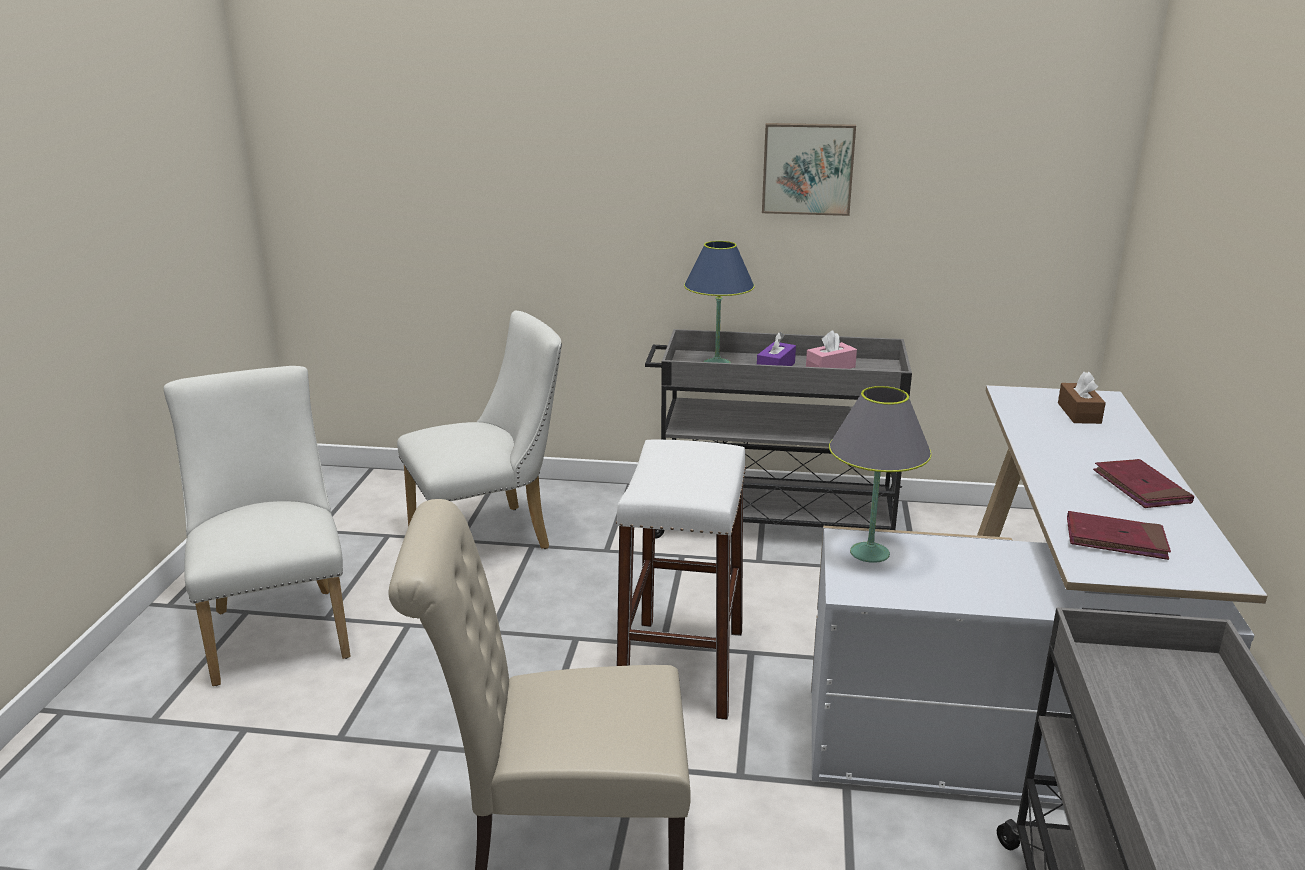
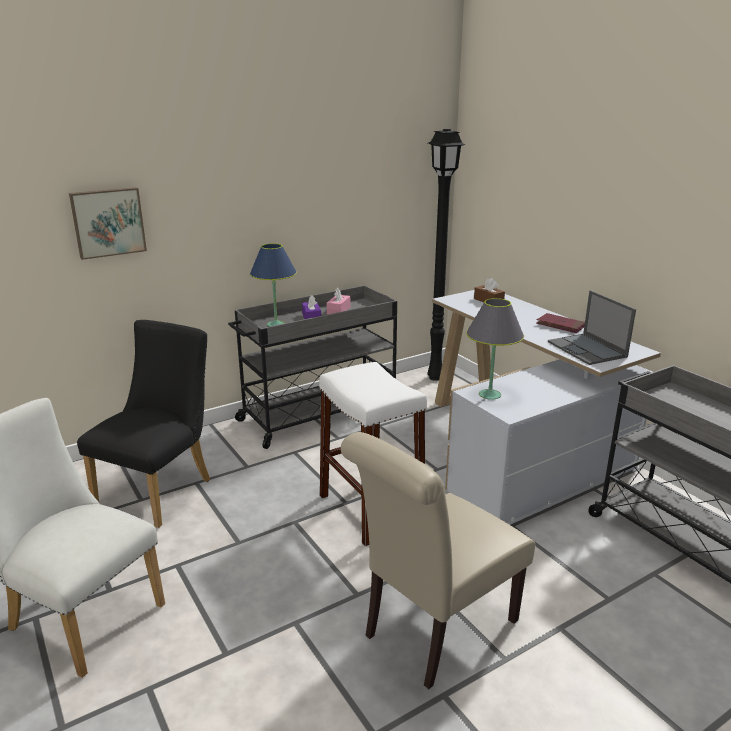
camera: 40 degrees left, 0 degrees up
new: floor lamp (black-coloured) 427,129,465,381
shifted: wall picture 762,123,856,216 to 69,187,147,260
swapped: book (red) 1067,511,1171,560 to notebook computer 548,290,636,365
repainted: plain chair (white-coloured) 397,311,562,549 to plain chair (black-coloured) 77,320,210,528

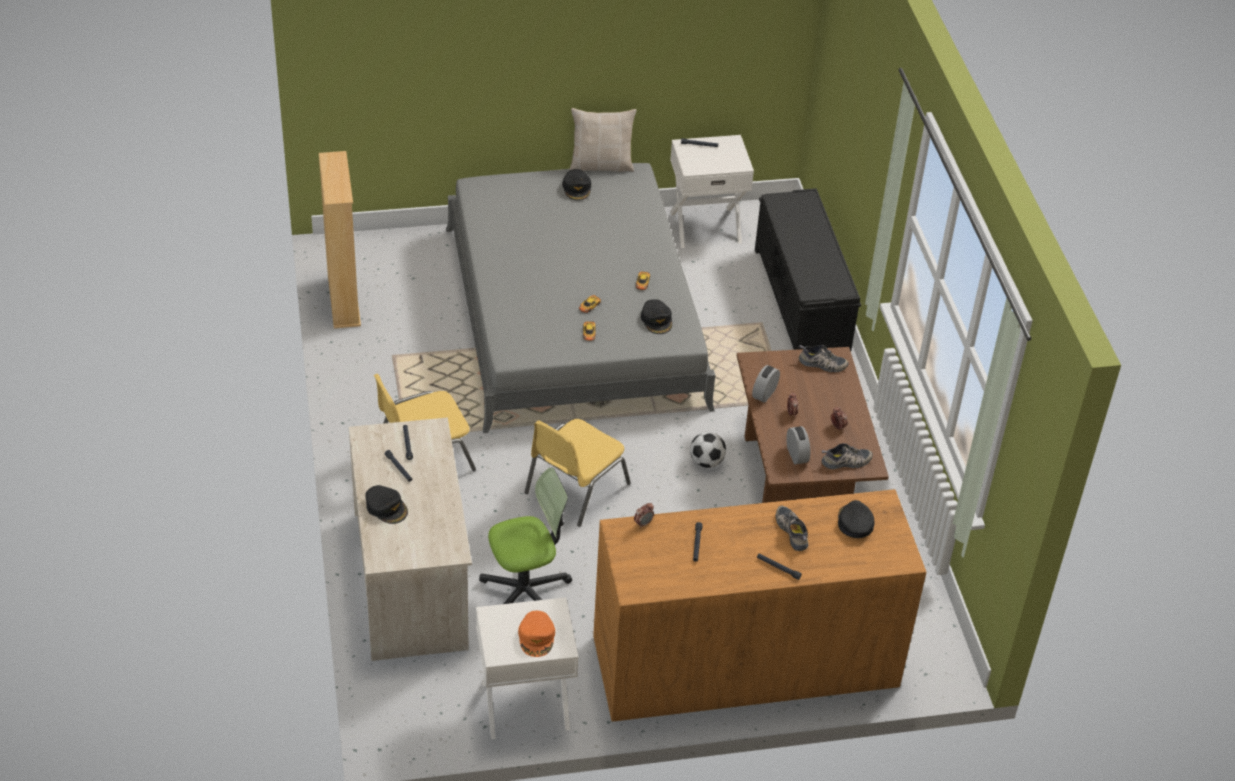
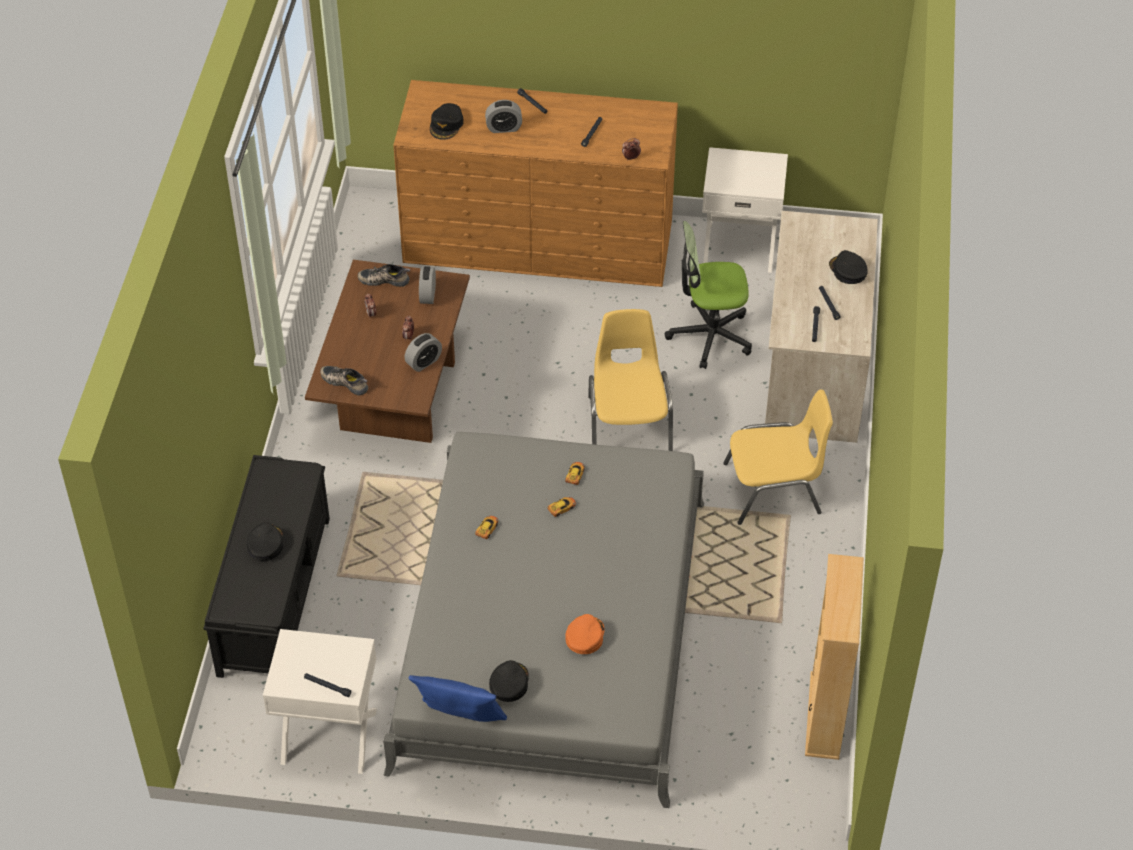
camera: 160 degrees left, 5 degrees up
gone: ball for football 690,432,726,468
shifted: baseball cap (orangey) 518,611,555,657 to 566,614,604,654; baseball cap (black-coloured) 641,299,672,334 to 246,522,284,561
swapped: shoe 776,505,808,551 to bedside clock 485,100,522,133
repainted: cushion (sand-coloured) 570,108,636,172 to cushion (blue-coloured) 409,675,507,722
rotated: plain chair (yellowish) 524,419,631,527 = 588,309,673,451 60 degrees counterclockwise

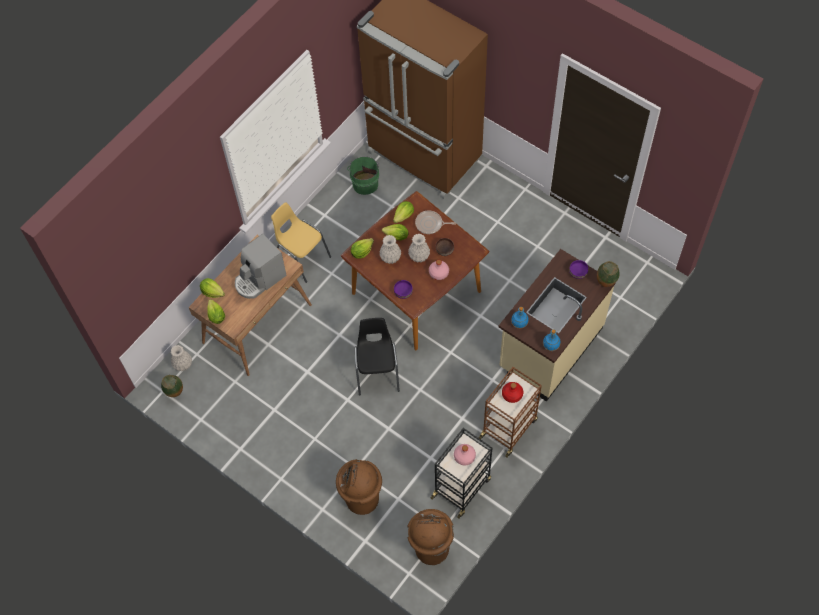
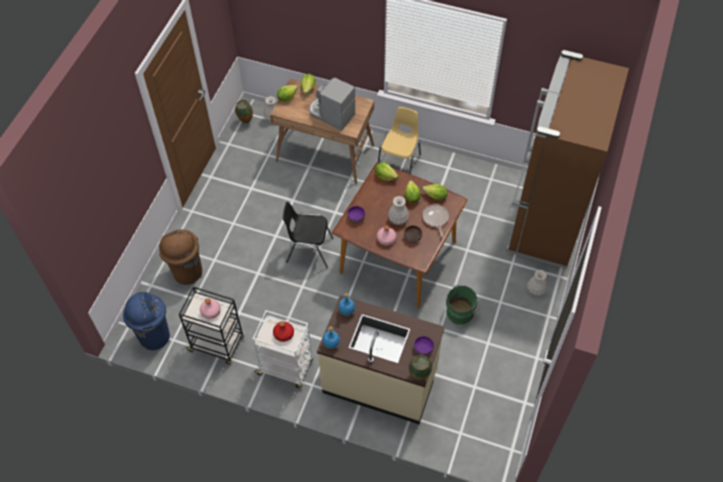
camera: 70 degrees right, 5 degrees down
shifted: water bucket (green) 347,157,379,195 to 446,285,480,325; flower vase (white-coloured) 380,235,401,264 to 527,270,547,296
repainted: trash can (brown) 407,509,454,565 to trash can (blue-coloured) 123,292,170,350; wheeled cart (brown) 479,367,542,458 to wheeled cart (white-coloured) 253,310,314,388
rotated: plain chair (black-coloured) 355,318,400,395 = 283,202,333,268 150 degrees counterclockwise

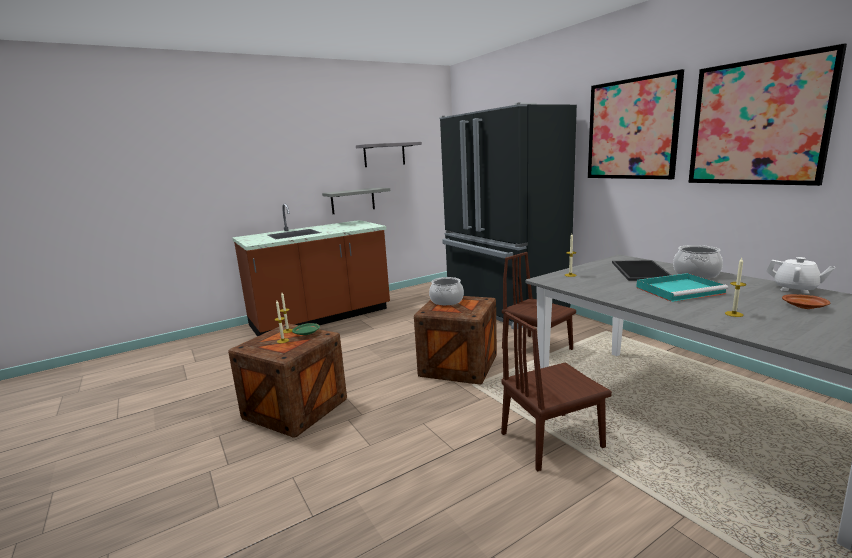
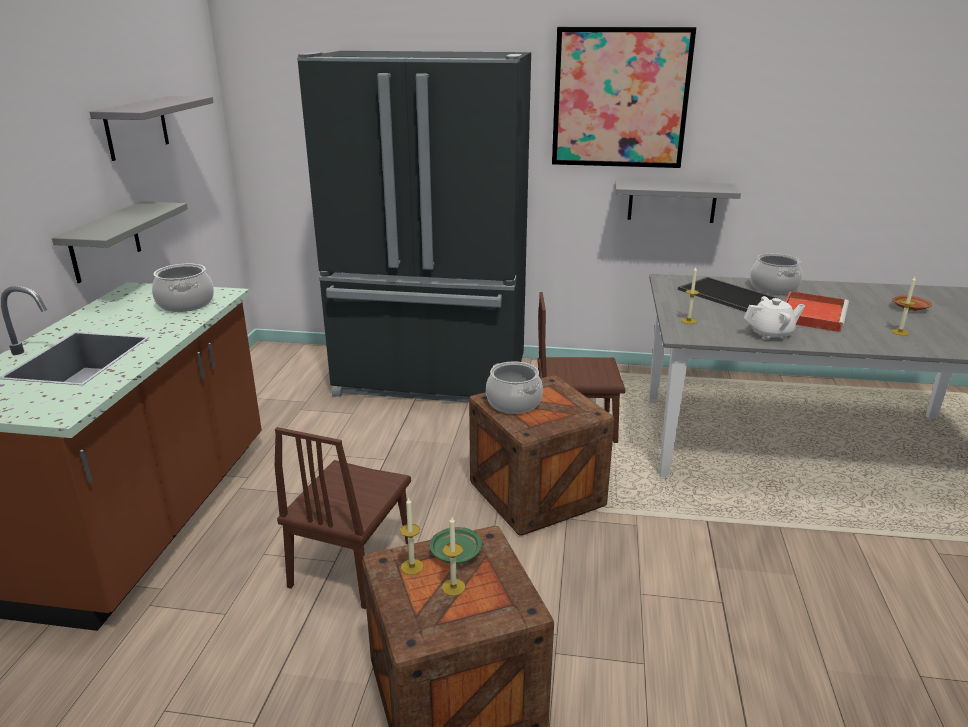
camera: 50 degrees left, 10 degrees up
gone: wall picture 688,43,847,186
new: stockpot 152,264,214,312; shelf (greyish) 615,180,741,223
shifted: plain chair (brown) 501,312,612,471 to 275,427,411,609; pot for tea (white-coloured) 766,257,835,294 to 744,296,805,340
repainted: serving tray (turquoise) 636,273,728,302 to serving tray (red) 785,291,849,332

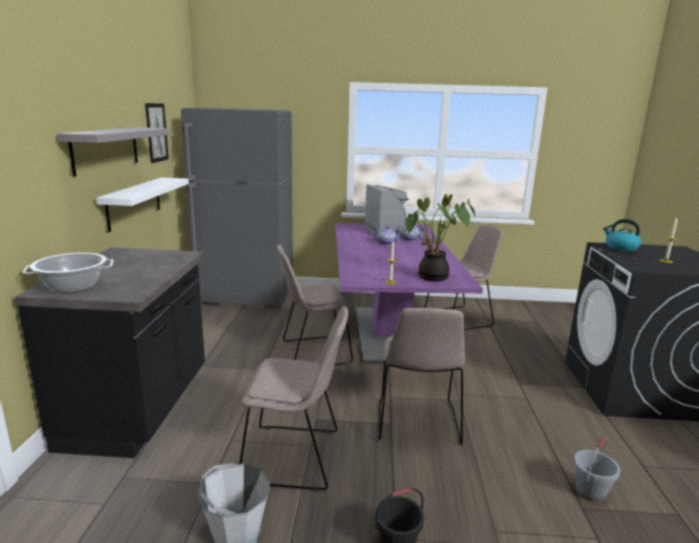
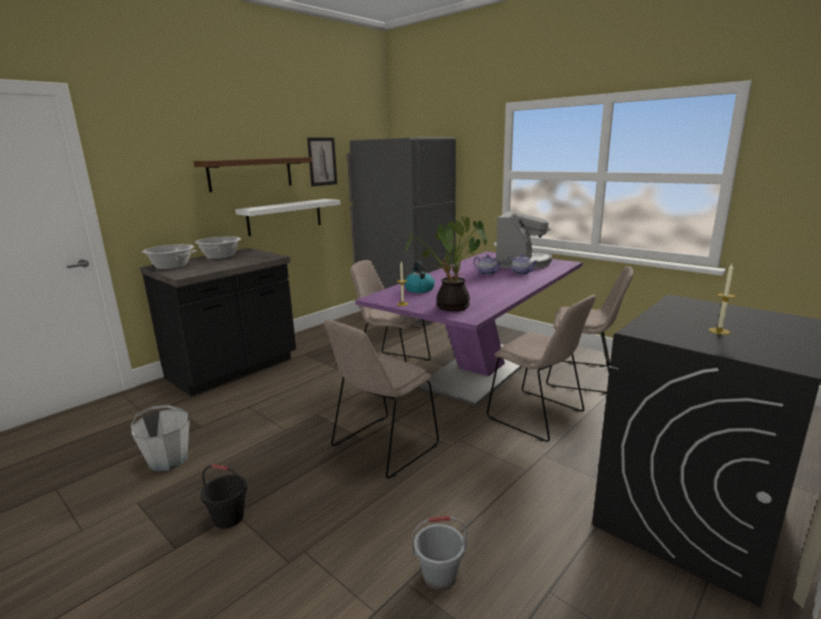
camera: 40 degrees right, 0 degrees up
new: stockpot 195,236,241,259
shifted: plain chair (sand-coloured) 239,306,348,492 to 487,295,596,442; tea kettle 603,219,641,252 to 404,261,435,293
repainted: shelf (greyish) 57,127,170,177 to shelf (brown) 194,157,312,192

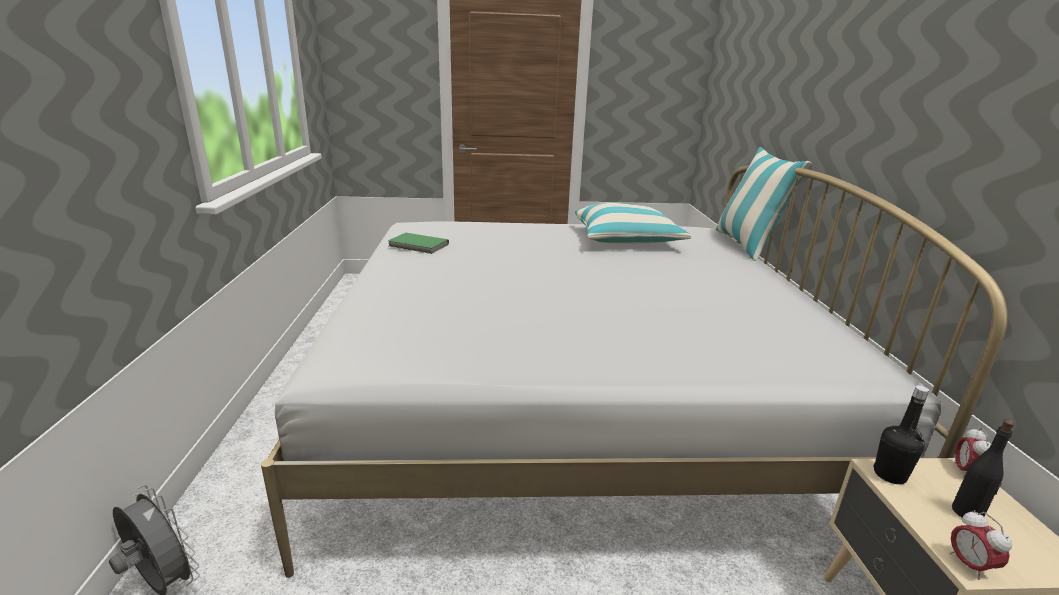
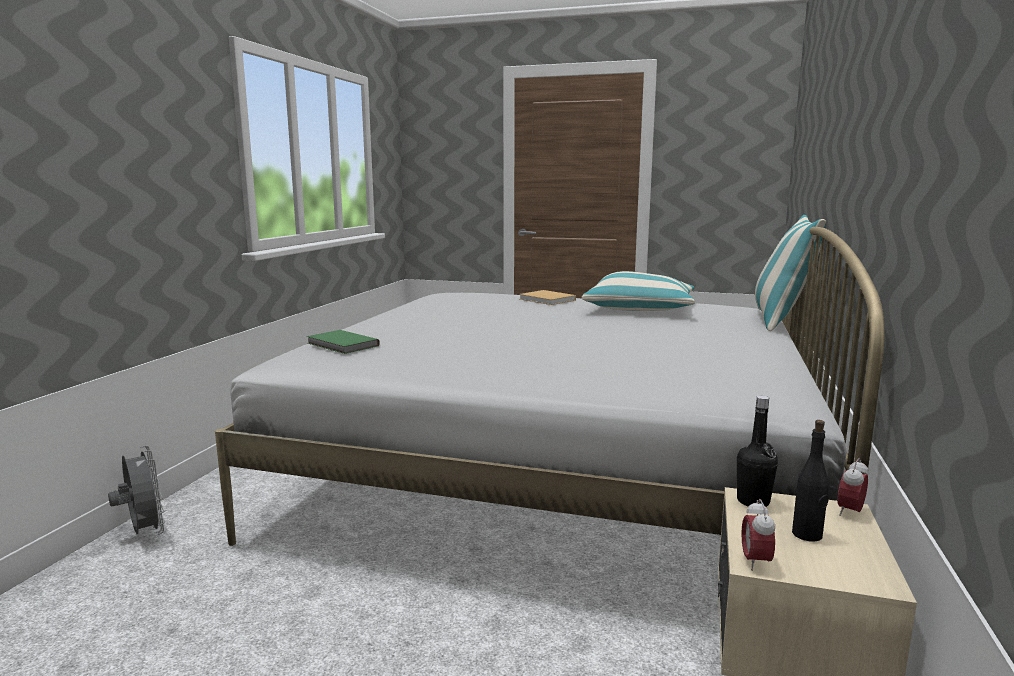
camera: 20 degrees right, 10 degrees down
new: book (sand-coloured) 519,290,576,305
shifted: book (green) 388,233,449,254 to 307,330,380,354

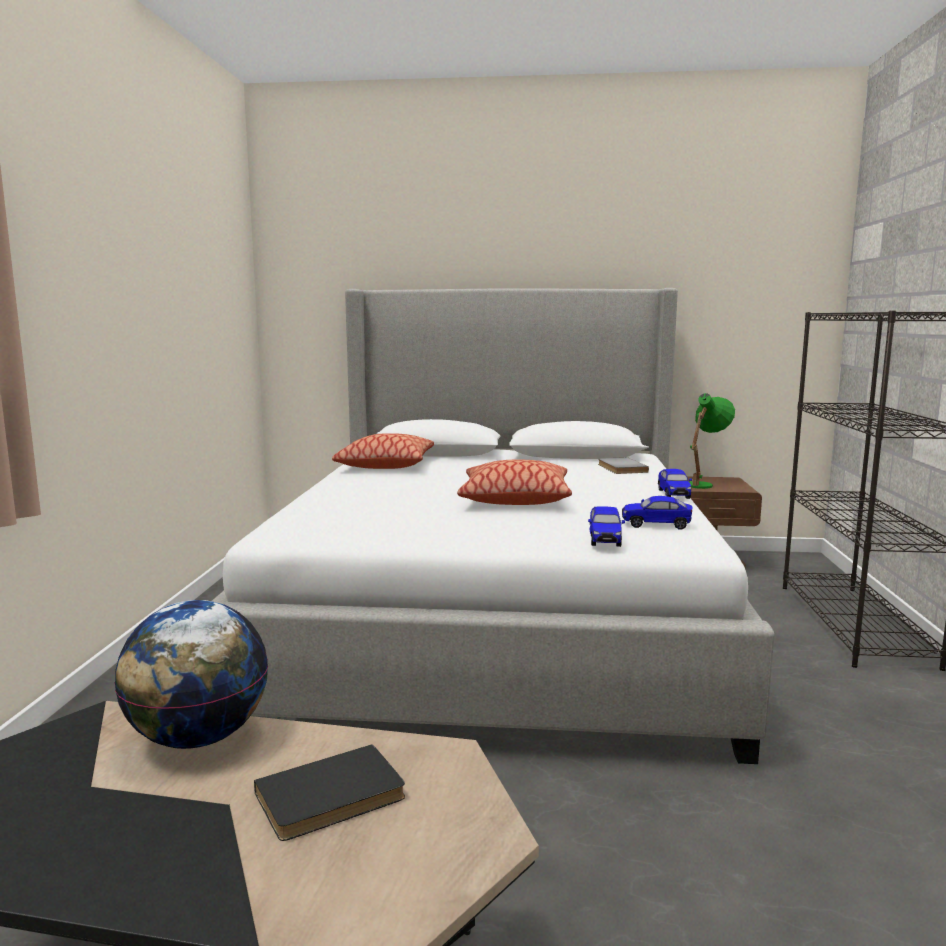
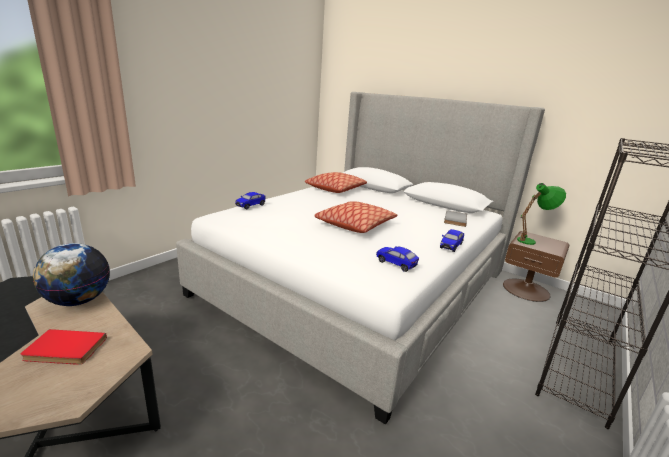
camera: 30 degrees right, 10 degrees up
shifted: toy car 588,506,625,547 to 235,192,265,210
repainted: book (black-coloured) 254,744,405,841 to book (red) 20,329,107,365

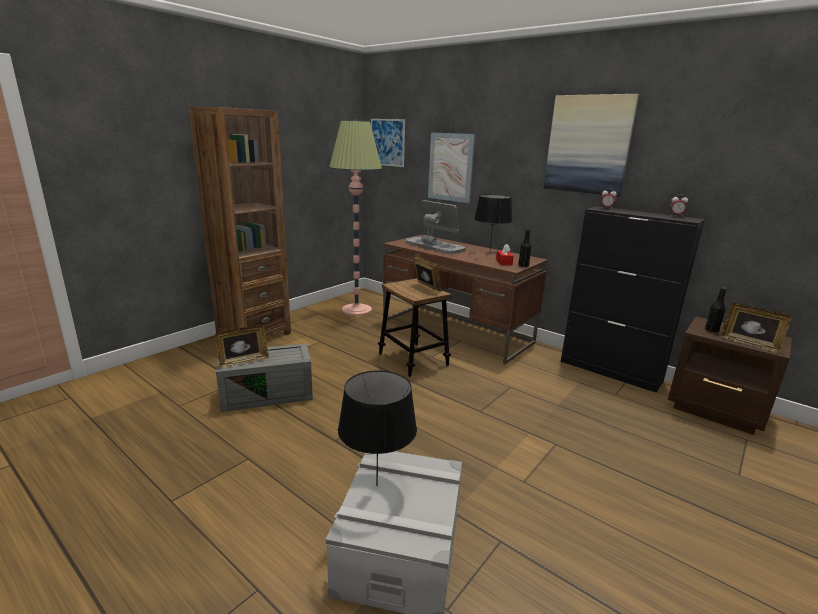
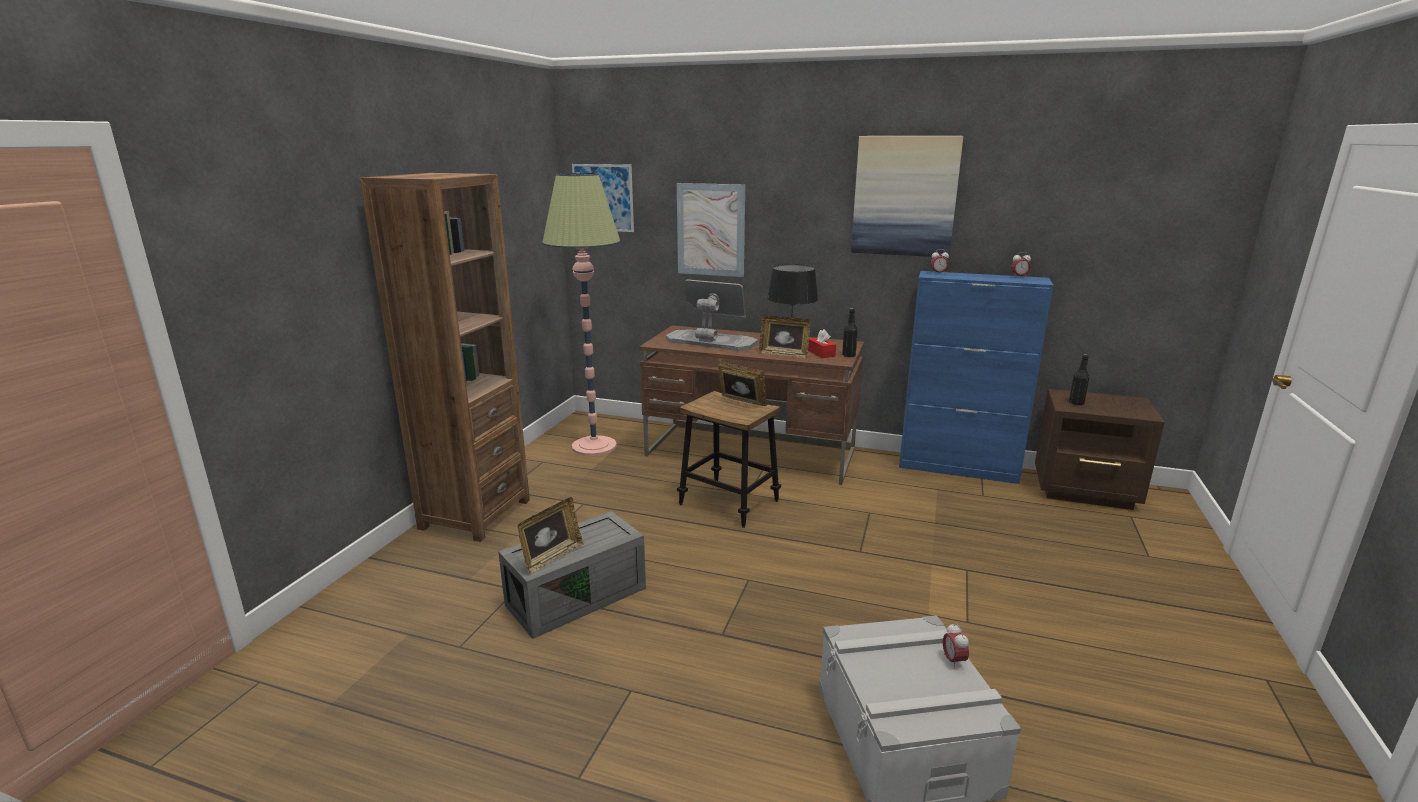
camera: 20 degrees left, 0 degrees up
gone: table lamp (black-coloured) 338,370,417,486
new: bedside clock 943,623,969,669
shifted: photo frame 721,303,792,353 to 759,315,811,358
repainted: cabinet (black-coloured) 561,206,705,393 to cabinet (blue-coloured) 899,271,1053,484

